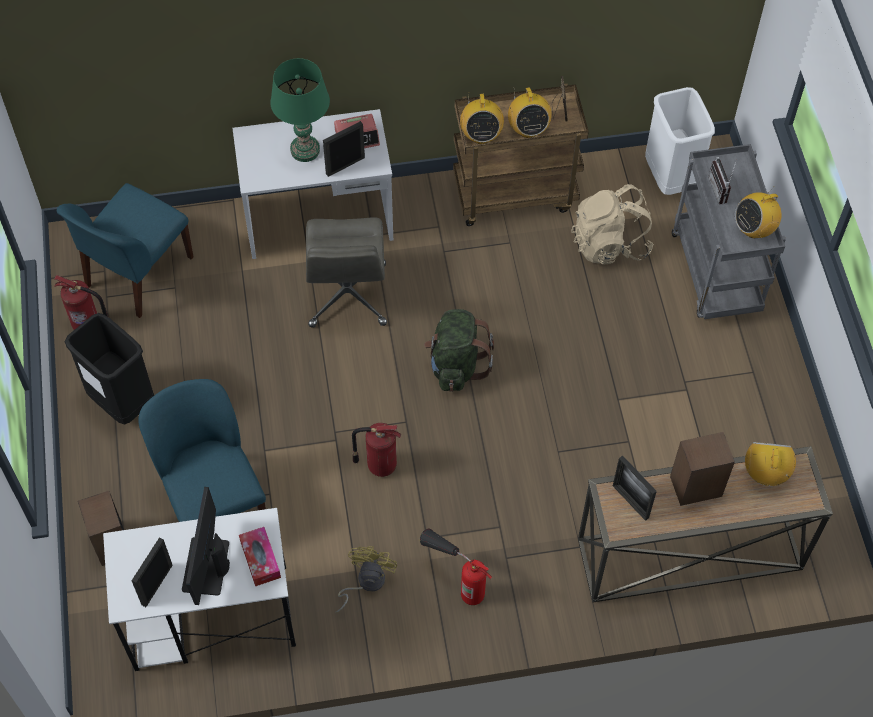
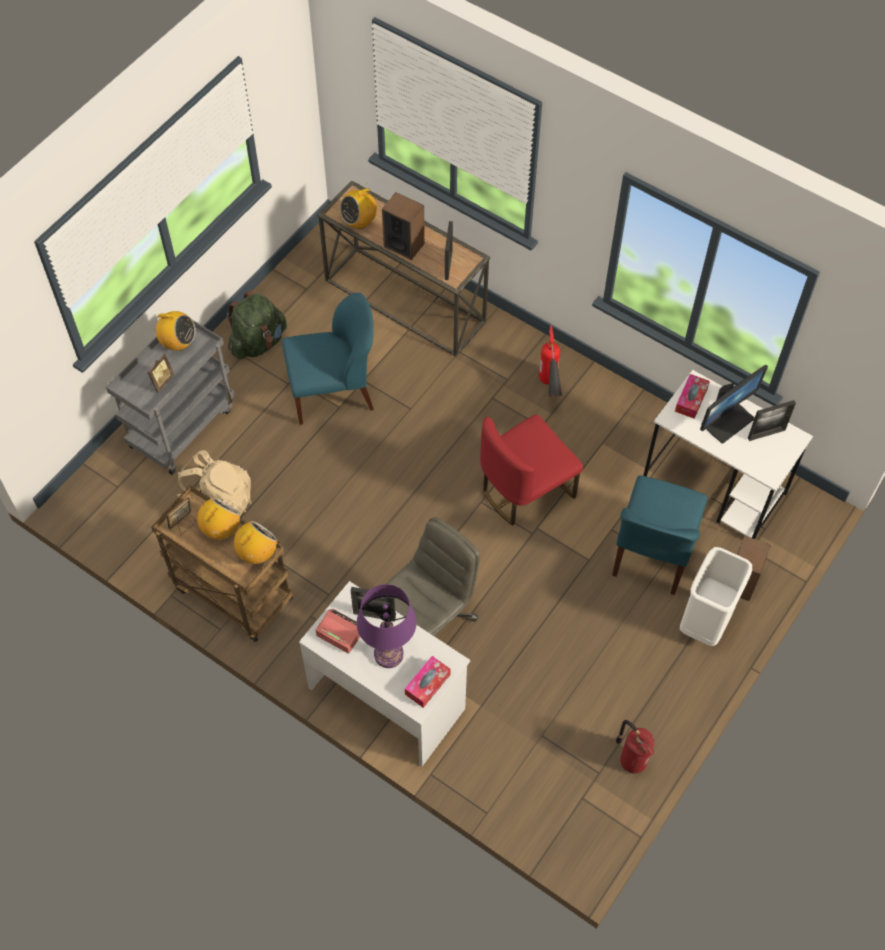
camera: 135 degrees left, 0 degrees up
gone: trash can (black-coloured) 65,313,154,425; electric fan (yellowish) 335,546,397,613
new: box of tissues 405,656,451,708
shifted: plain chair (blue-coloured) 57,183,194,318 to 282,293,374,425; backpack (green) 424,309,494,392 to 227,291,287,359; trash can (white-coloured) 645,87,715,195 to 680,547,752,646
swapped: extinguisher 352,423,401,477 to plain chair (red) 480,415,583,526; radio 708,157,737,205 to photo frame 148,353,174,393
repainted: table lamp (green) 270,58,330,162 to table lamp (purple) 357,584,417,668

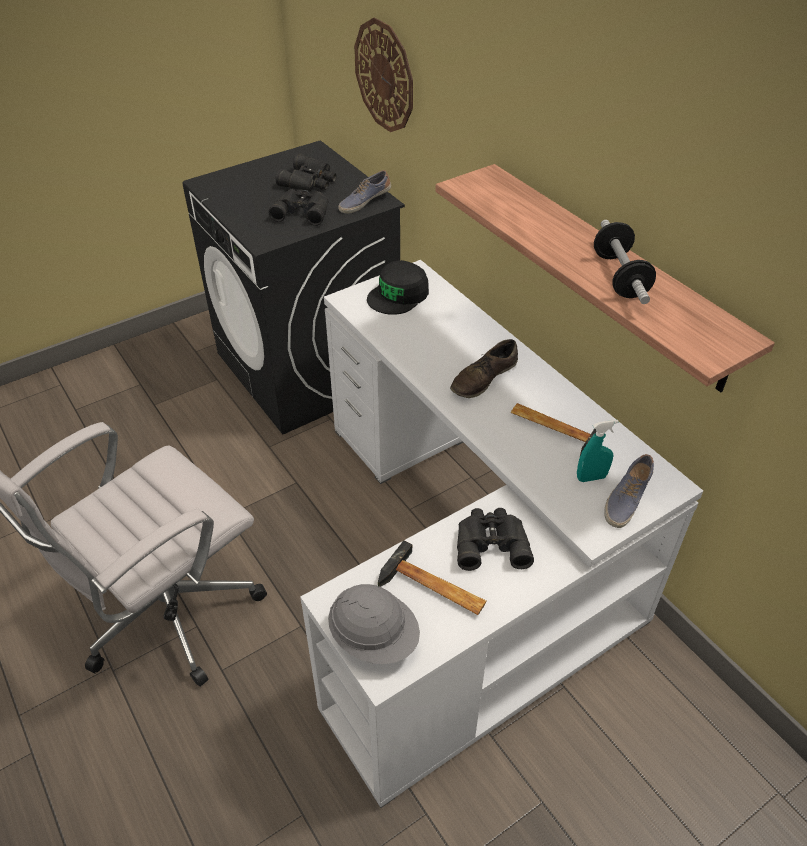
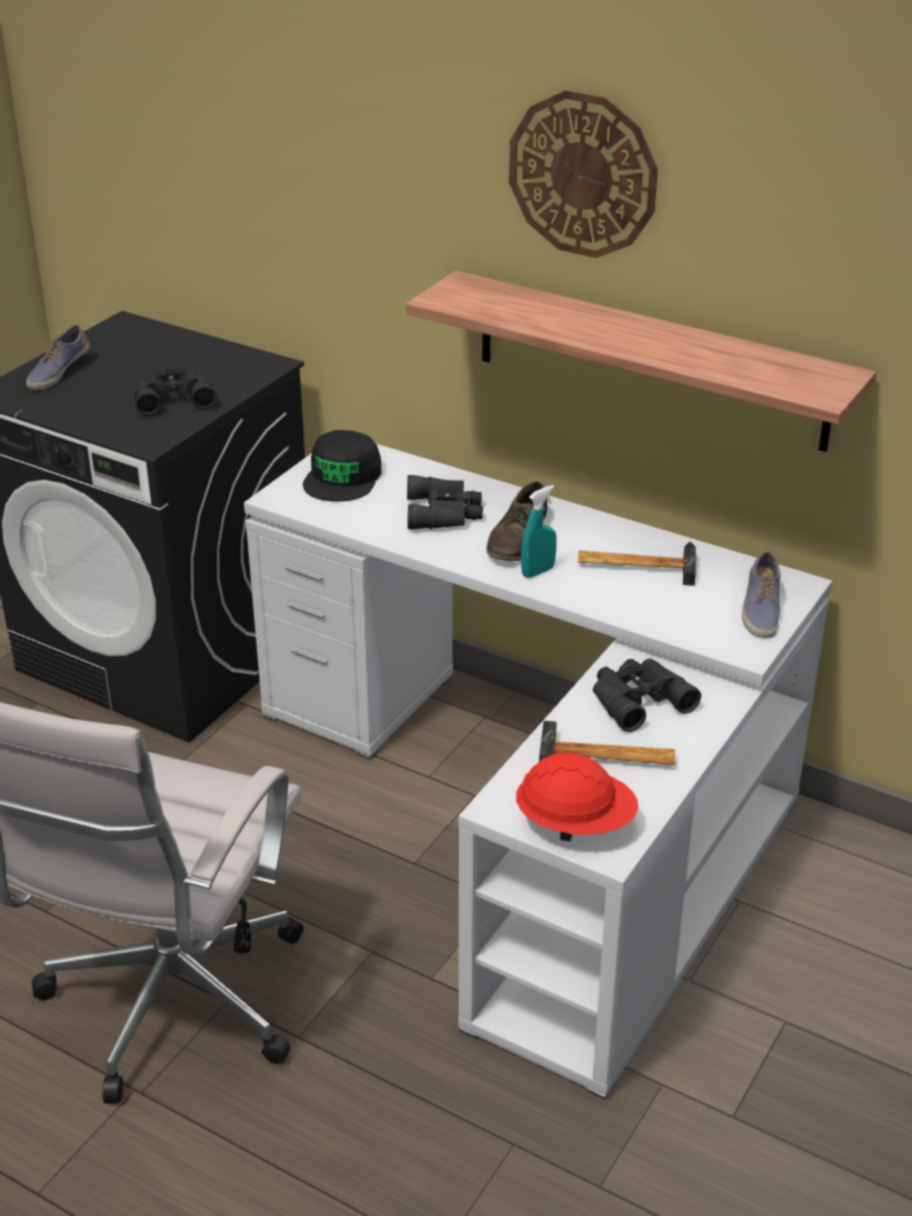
camera: 25 degrees left, 10 degrees down
gone: free weight 594,220,656,304
shifted: pair of binoculars (black-coloured) 276,153,337,191 to 407,475,483,530; shoe 338,170,391,214 to 26,324,90,390; clock on the wall 354,17,413,132 to 509,90,658,258; hand sprayer (turquoise) 577,420,618,482 to 521,485,557,578
repainted: safety helmet (greyish) 328,584,420,664 to safety helmet (red) 516,753,638,841

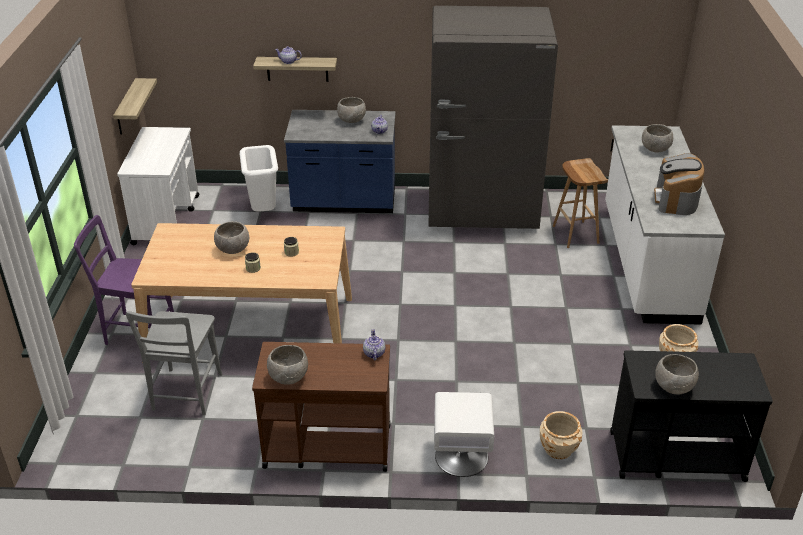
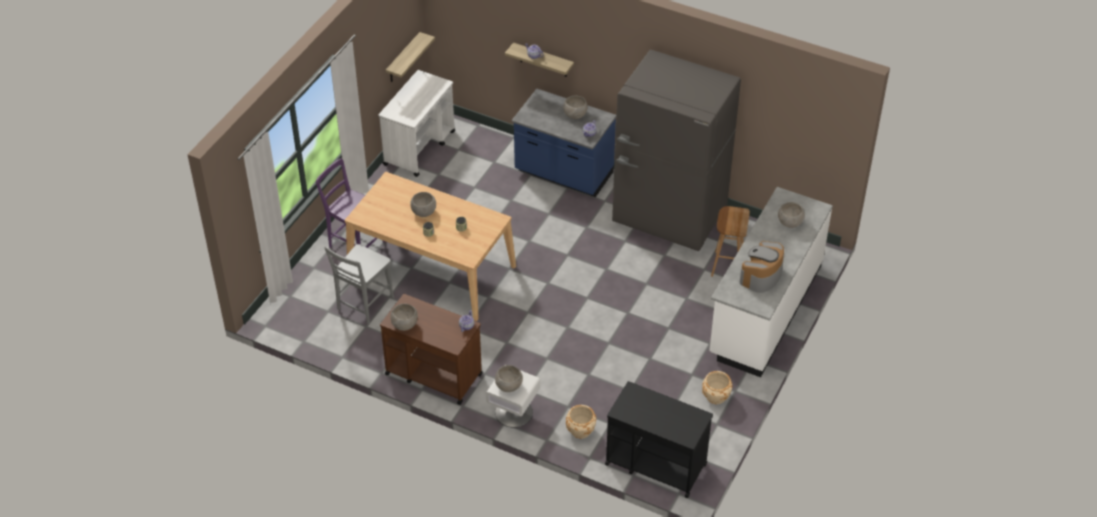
camera: 25 degrees right, 10 degrees up
gone: trash can (white-coloured) 240,145,278,212
shifted: deep dish (greyish) 655,354,699,394 to 495,365,523,392

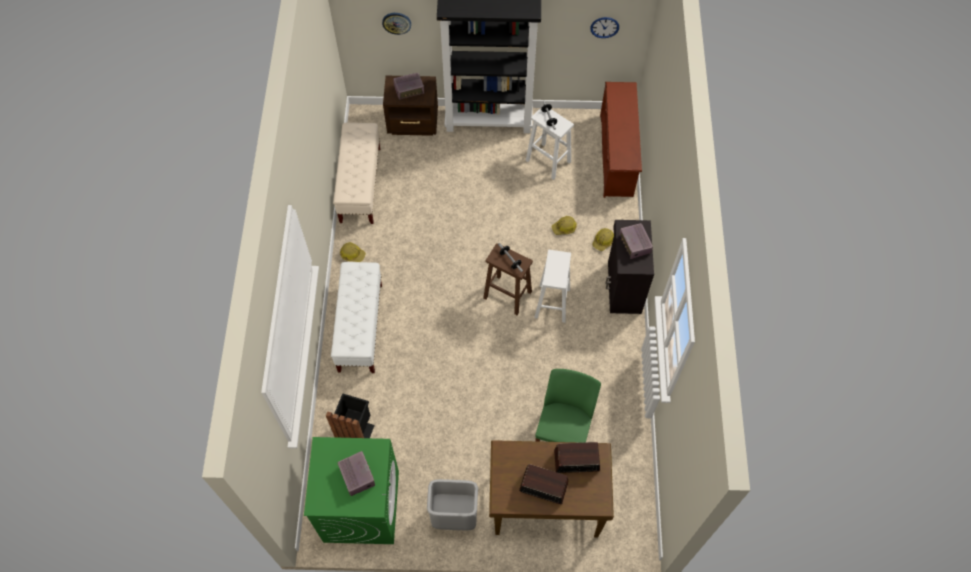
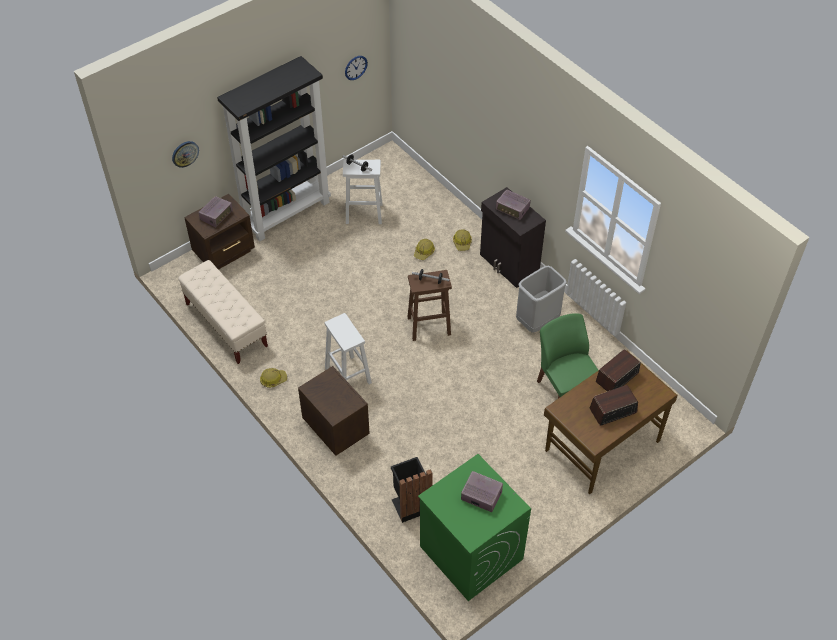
camera: 40 degrees left, 10 degrees down
gone: shoe shelf (brown) 600,82,642,198
shifted: trash can (greyish) 427,479,478,530 to 516,265,567,333; stool seat (white-coloured) 534,250,571,323 to 324,313,372,384
swapped: indoor bench (white-coloured) 331,262,382,373 to nightstand (brown) 298,366,370,456

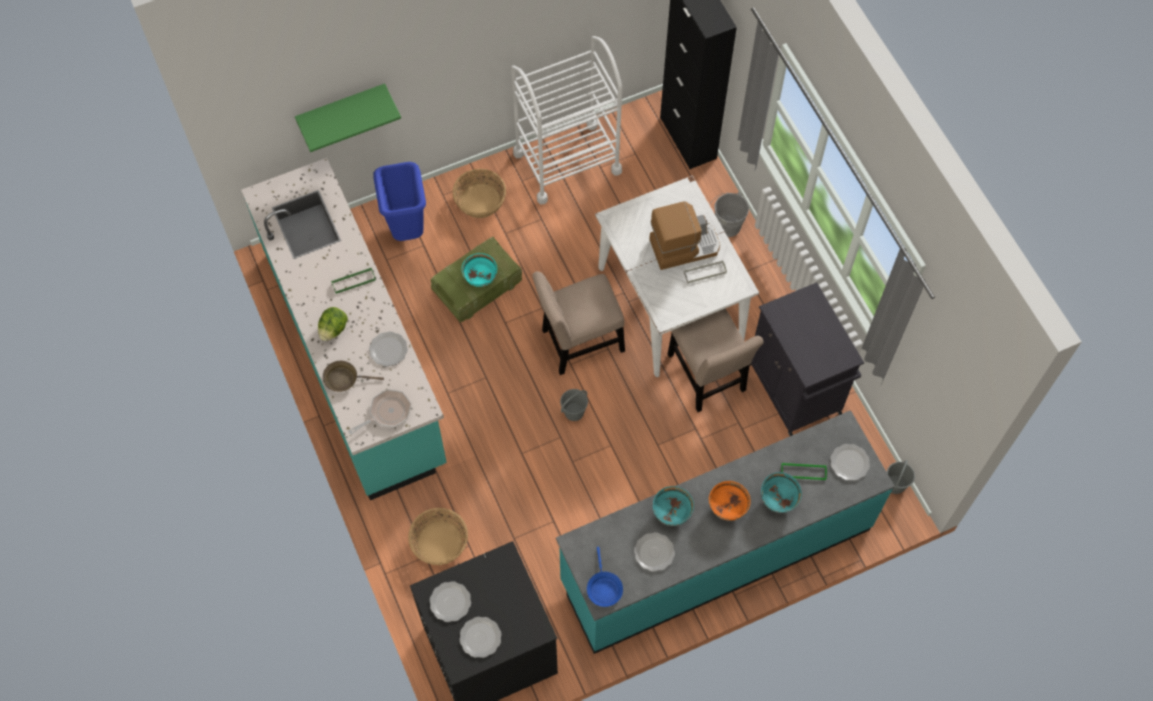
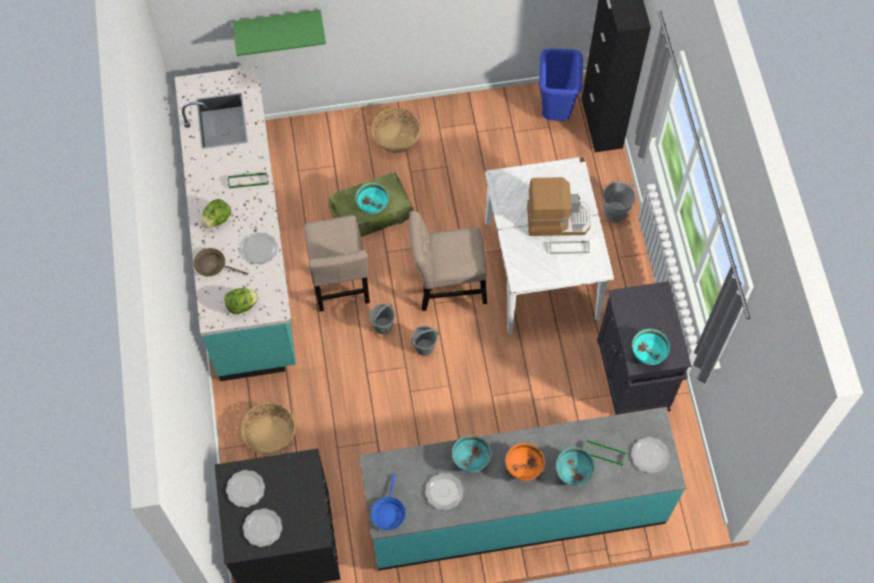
camera: 15 degrees right, 0 degrees up
gone: wheeled cart (white-coloured) 511,36,622,205
new: deep dish (turquoise) 632,329,670,365
shifted: trash can (blue-coloured) 373,162,426,241 to 539,48,583,121; plain chair (sand-coloured) 668,308,763,412 to 305,215,370,312; water bucket (greyish) 887,460,915,494 to 369,303,395,334
swapped: skillet 348,389,411,435 to lettuce 225,288,259,314

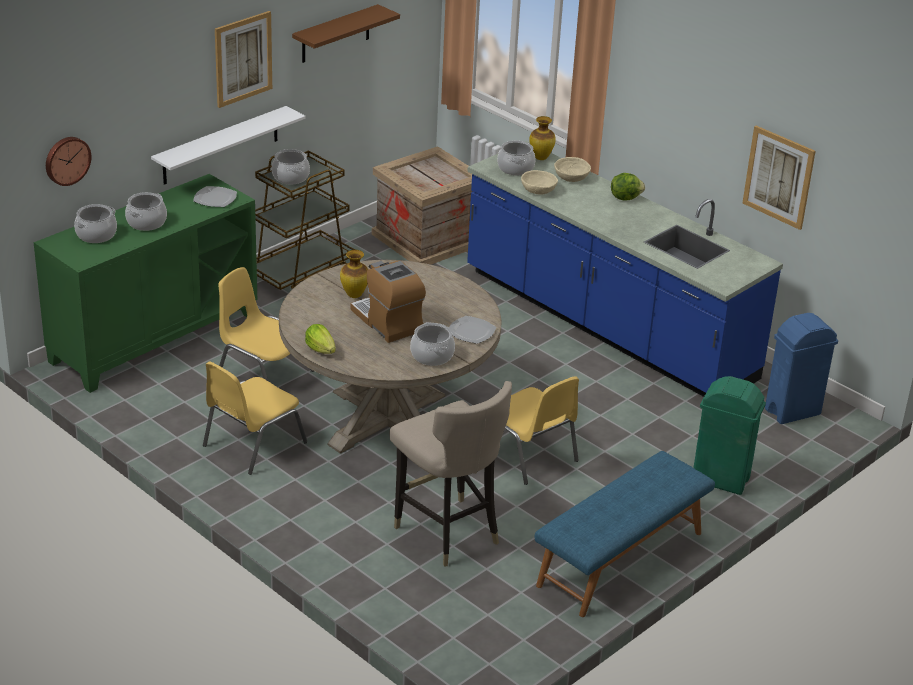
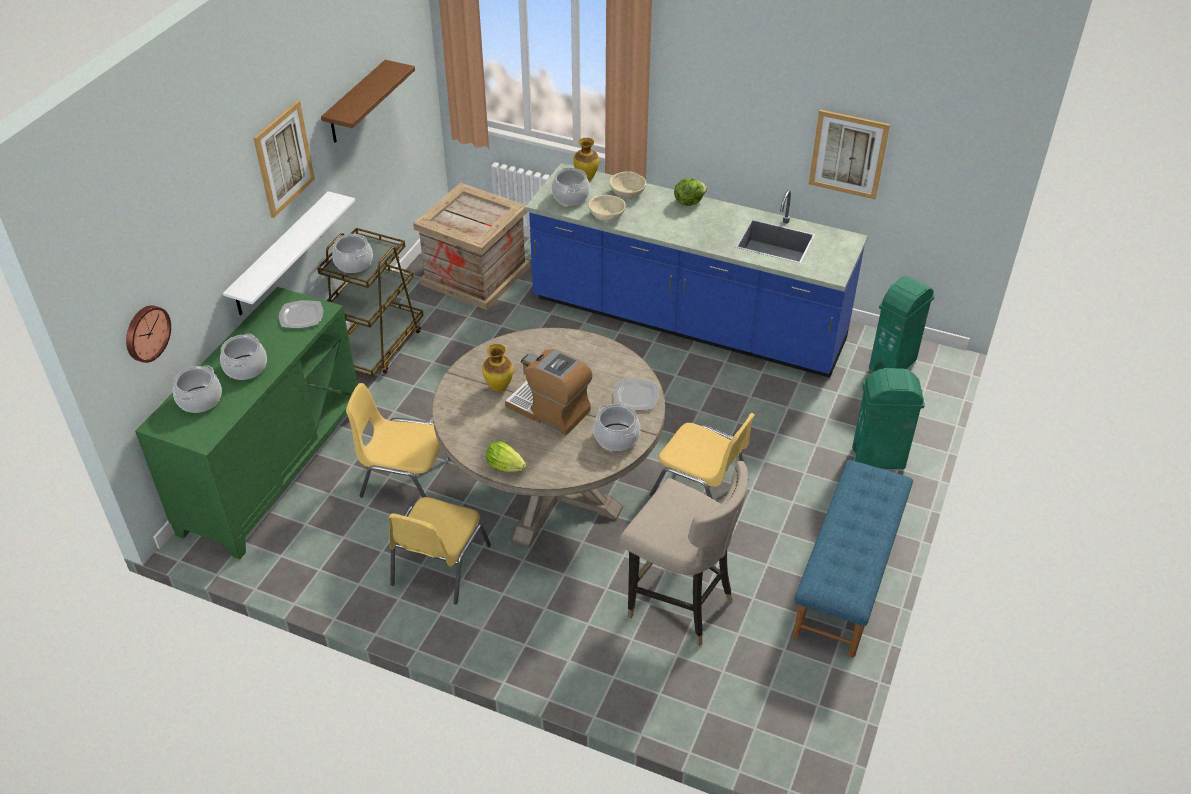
camera: 20 degrees left, 10 degrees up
repainted: trash can (blue-coloured) 765,313,838,424 to trash can (green) 869,276,935,372

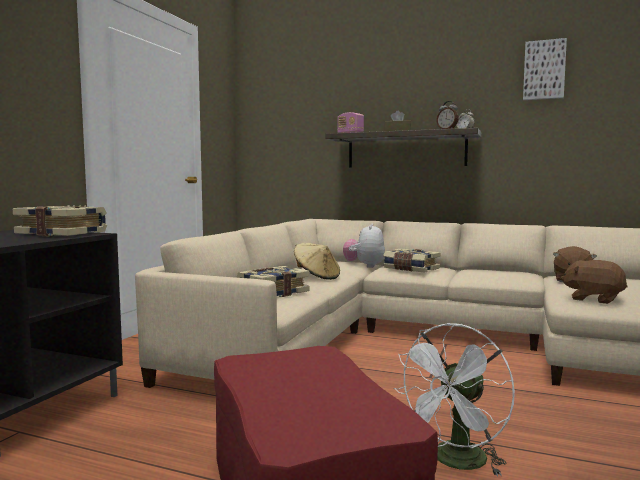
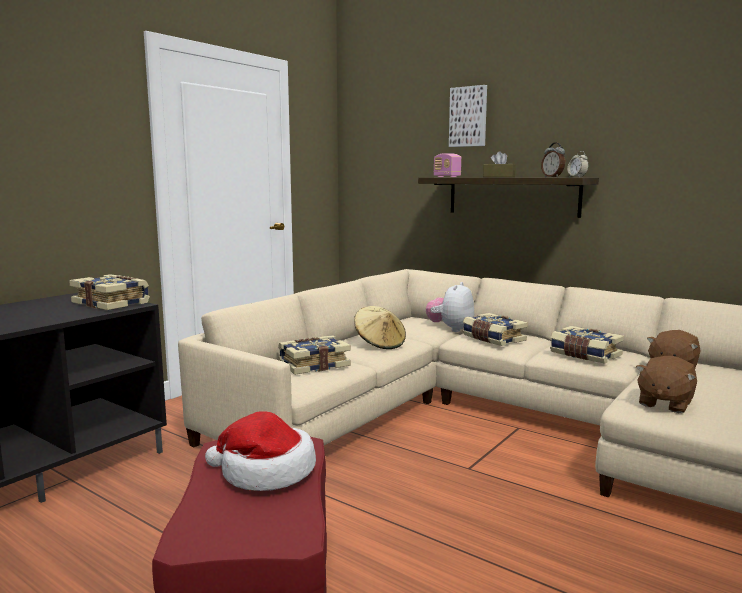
camera: 15 degrees right, 5 degrees up
gone: electric fan (white-coloured) 394,323,515,476
new: wearable hat 205,411,316,491; book 550,326,624,364
shifted: wall picture 523,38,567,100 to 449,85,487,147
rotated: cuddly toy (brown) 561,260,628,304 = 636,356,697,413 105 degrees counterclockwise

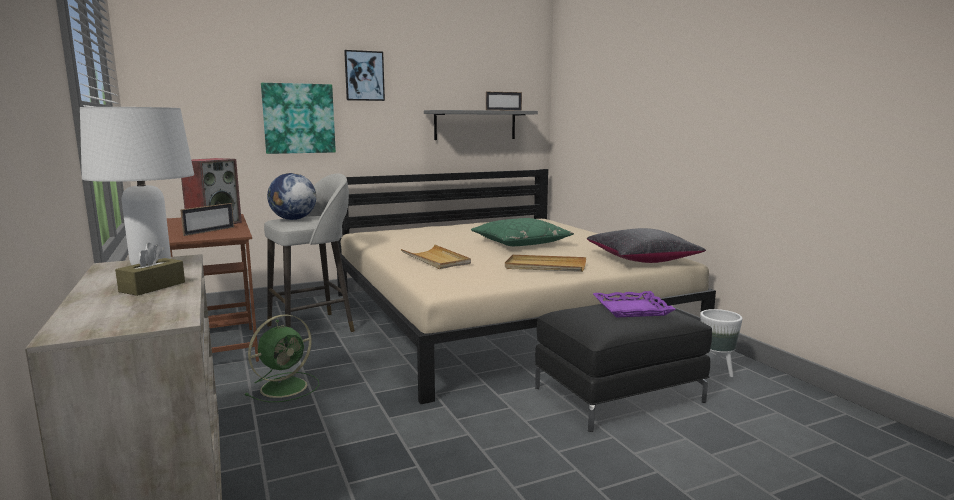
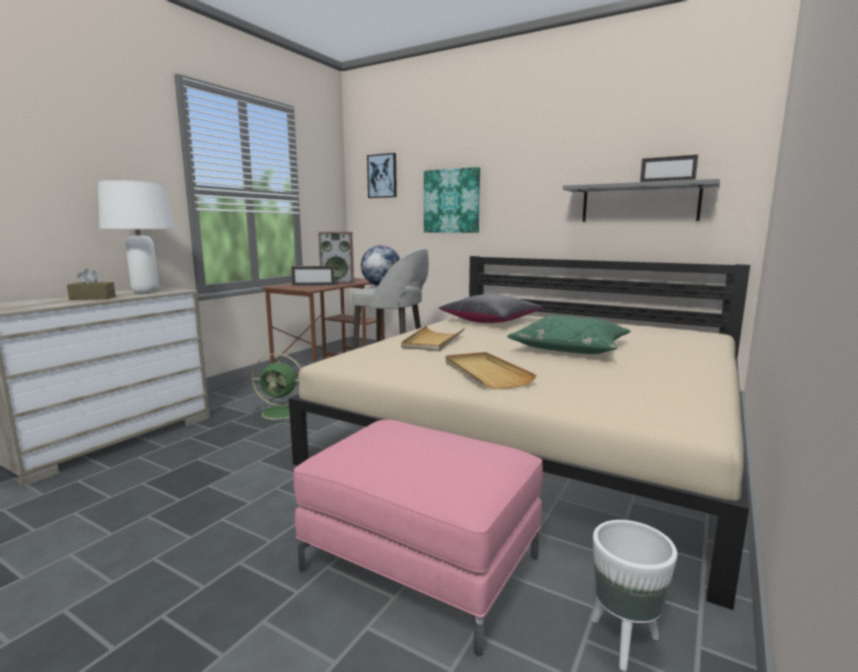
camera: 55 degrees right, 0 degrees up
gone: serving tray (purple) 593,291,676,318
shifted: wall picture 344,50,385,101 to 367,153,397,198; cushion (black-coloured) 587,228,706,263 to 439,294,543,323
repainted: pouffe (black-coloured) 535,299,712,432 to pouffe (pinkish) 293,420,543,657

